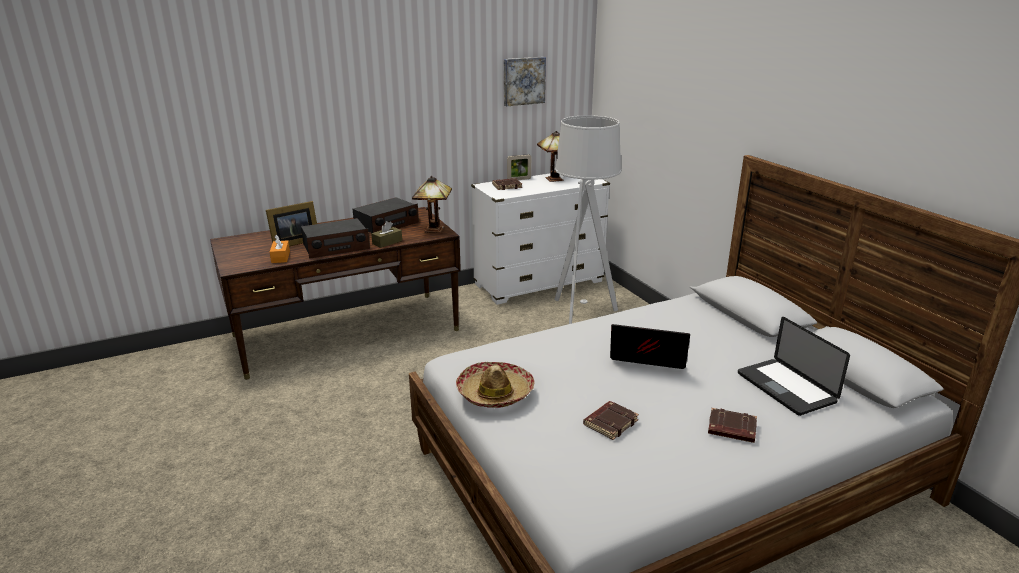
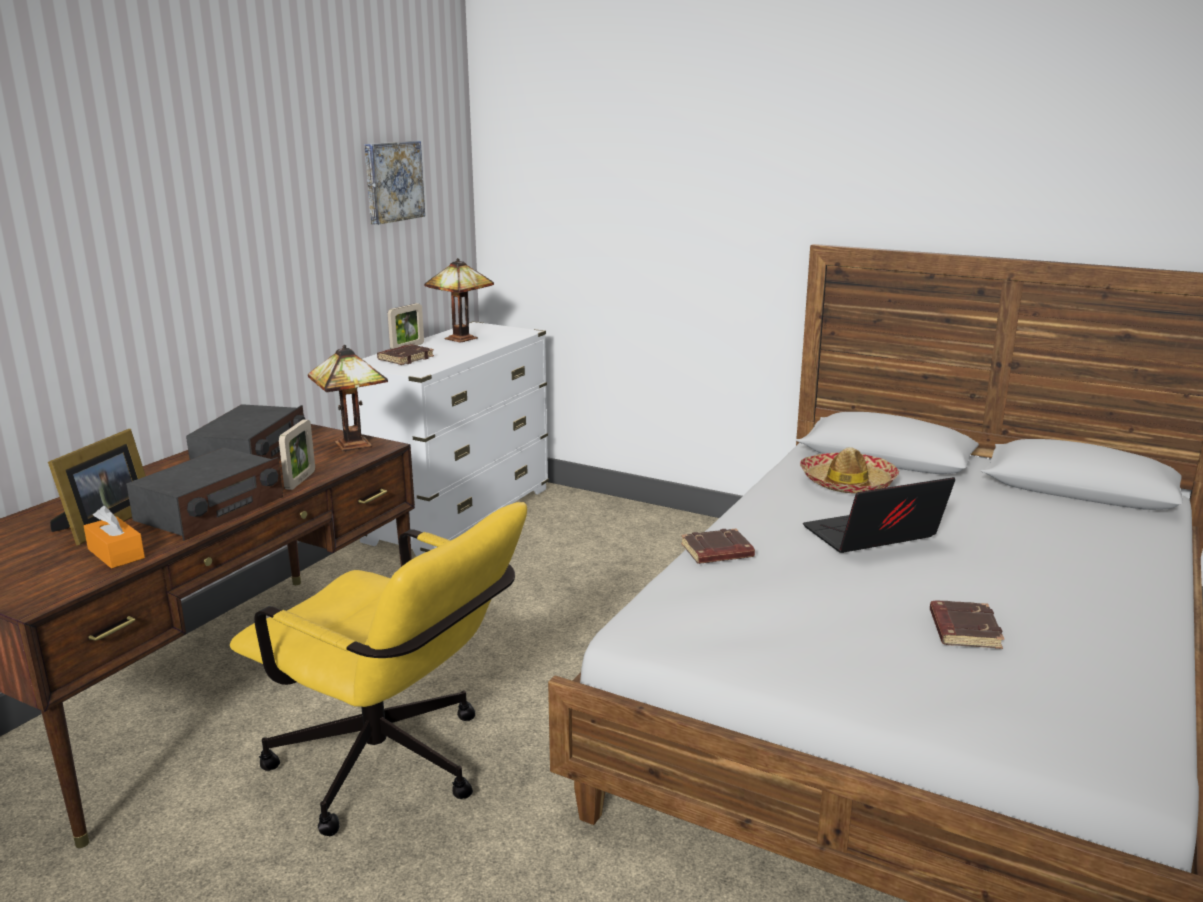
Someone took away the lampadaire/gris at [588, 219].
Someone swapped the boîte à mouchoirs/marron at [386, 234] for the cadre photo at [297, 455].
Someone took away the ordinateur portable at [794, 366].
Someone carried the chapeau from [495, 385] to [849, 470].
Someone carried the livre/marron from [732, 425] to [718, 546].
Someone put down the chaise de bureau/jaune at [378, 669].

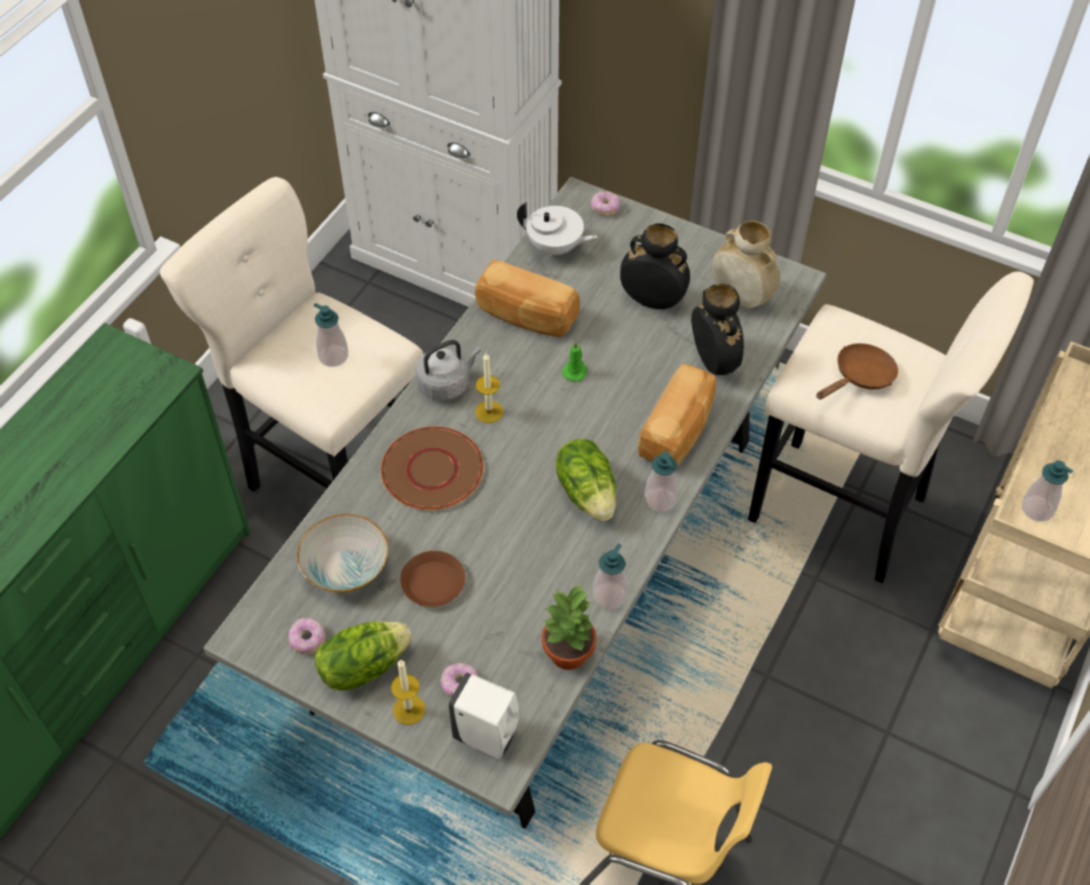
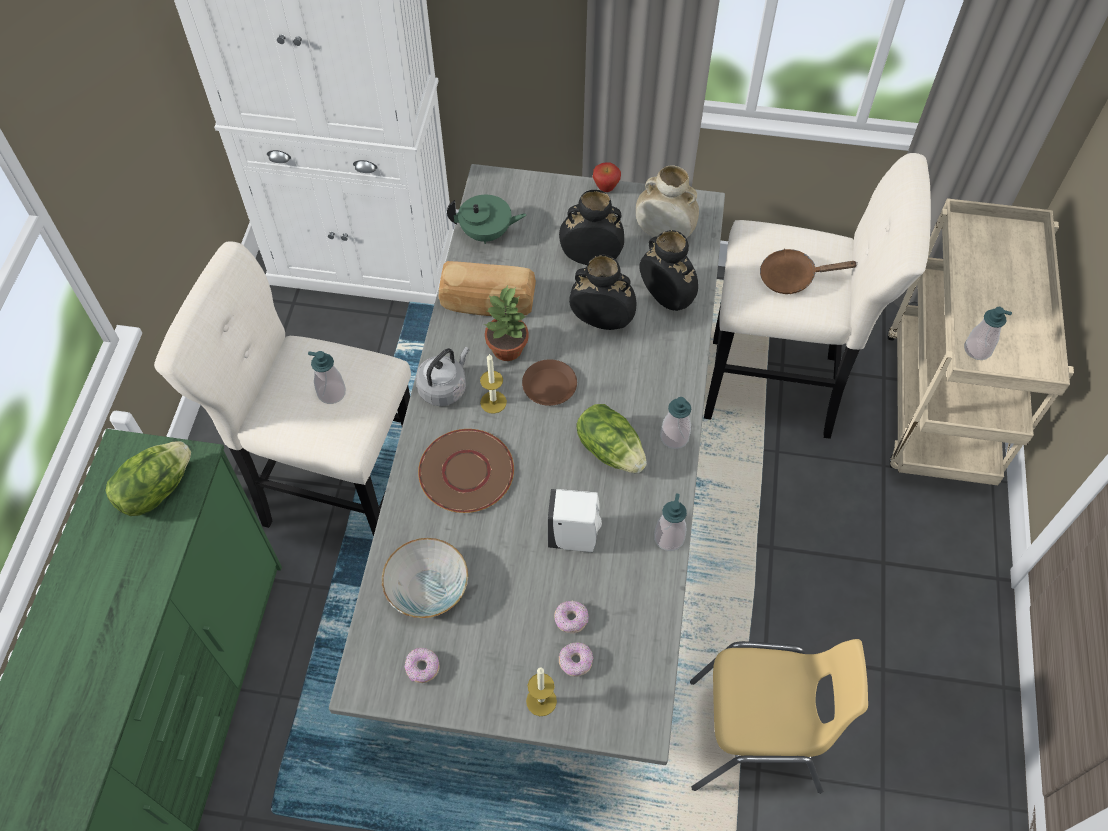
Someone carried the beignet from [605, 203] to [571, 617].
Someone repainted the théière/blanc at [557, 230], which became the théière/vert at [487, 219].
Someone took away the bougie/vert at [575, 361].
Someone rotated the poêle/marron at [857, 371] by 120 degrees counterclockwise.
Someone took away the pain at [677, 415].
Someone carried the assiette/marron from [432, 579] to [549, 382].
Someone carried the plante en pot from [569, 626] to [506, 323].
Someone carried the laitue from [363, 656] to [148, 478].
Someone carried the distributeur de savon/blanc from [484, 716] to [575, 520].
Someone put down the pomme at [607, 177].
Someone put down the vase/noir at [602, 292].

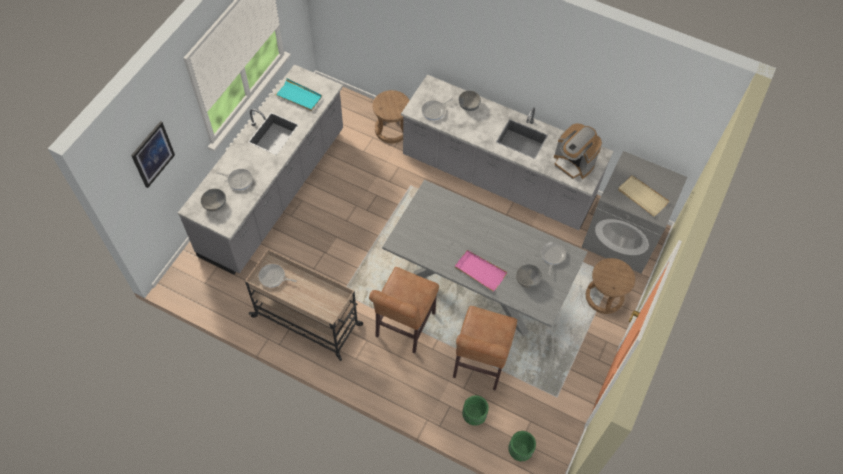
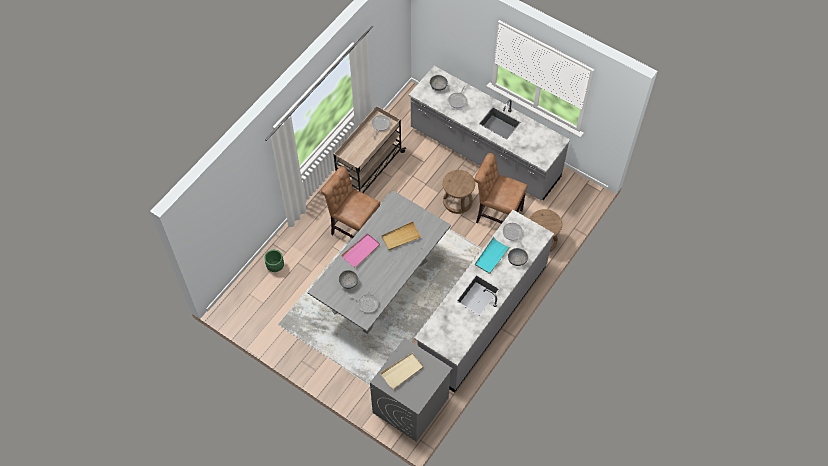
Someone carried the plateau/turquoise from [298, 94] to [493, 255].
Someone took away the tableau at [153, 154].
Someone took away the machine à café at [578, 151].
Someone carried the tabouret/marron from [610, 286] to [459, 192].
Someone carried the chaise/marron from [485, 348] to [501, 188].
Someone took away the cache-pot/vert at [522, 446].
Someone put down the plateau/beige at [401, 236].

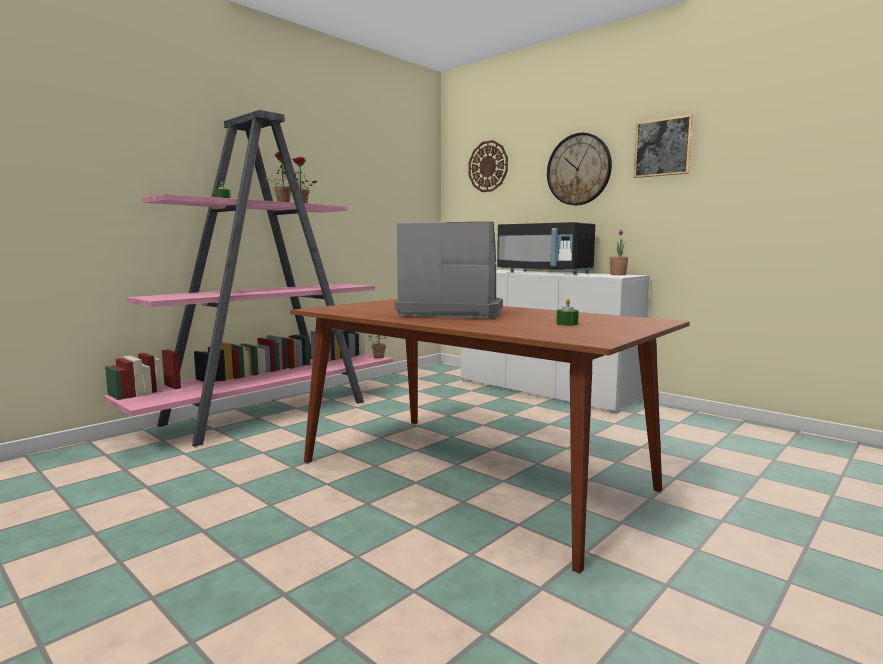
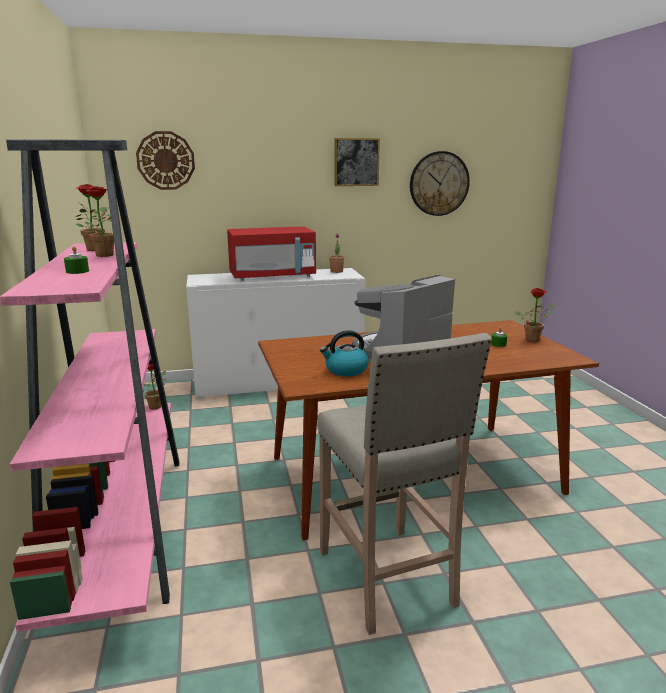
Someone carried the horloge murale from [579, 169] to [440, 183].
Someone repainted the micro-ondes/noir at [546, 248], which became the micro-ondes/rouge at [271, 254].
Someone put down the plante en pot at [535, 315].
Someone put down the bouilloire at [344, 353].
Someone put down the tabouret/beige at [405, 484].

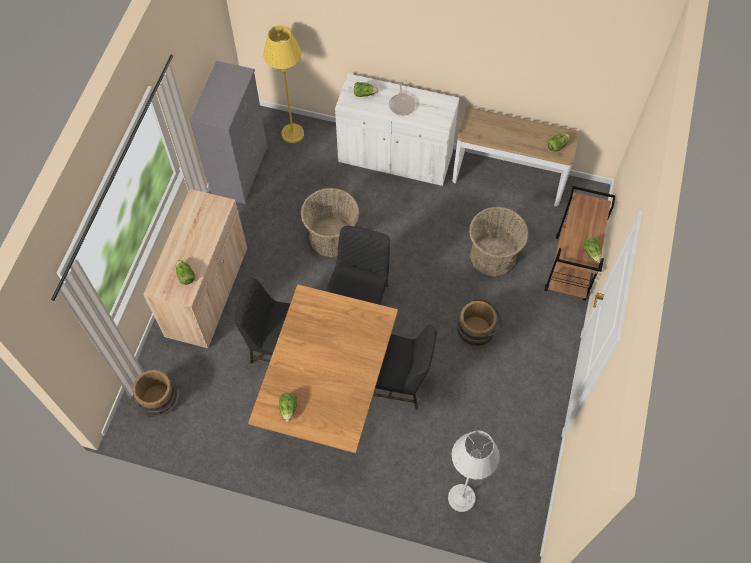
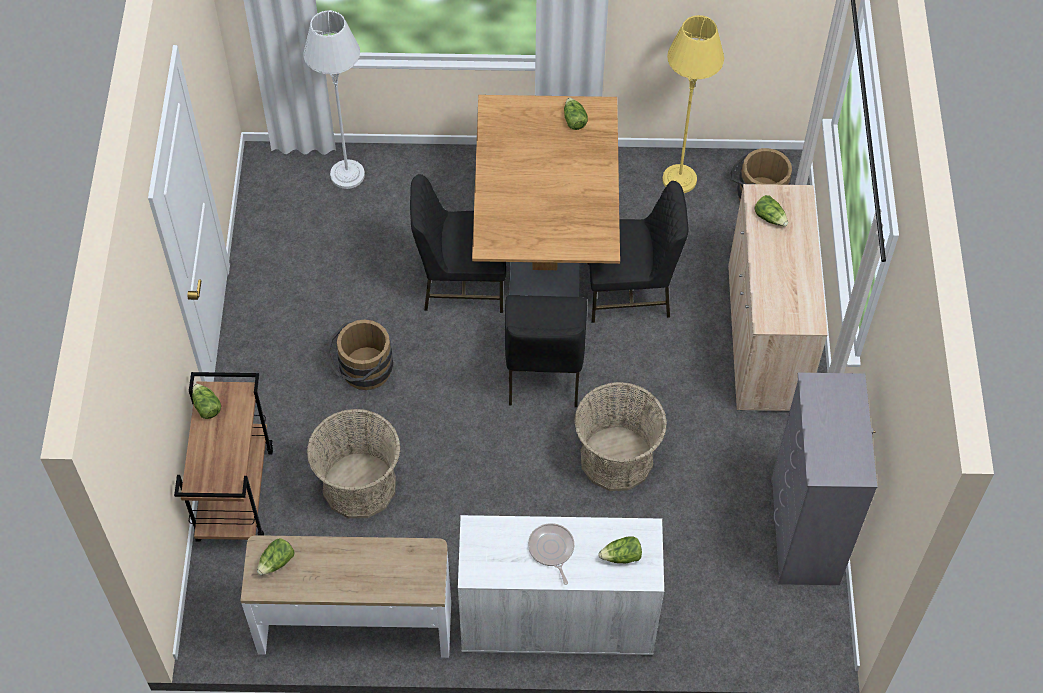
Someone carried the lampadaire/jaune from [283, 84] to [693, 104].

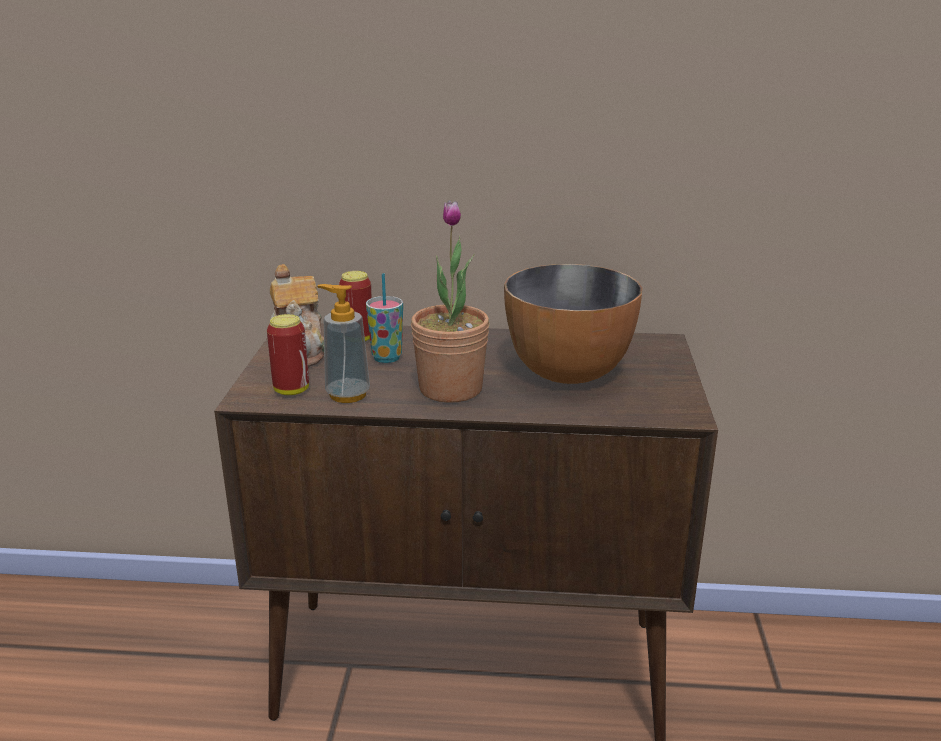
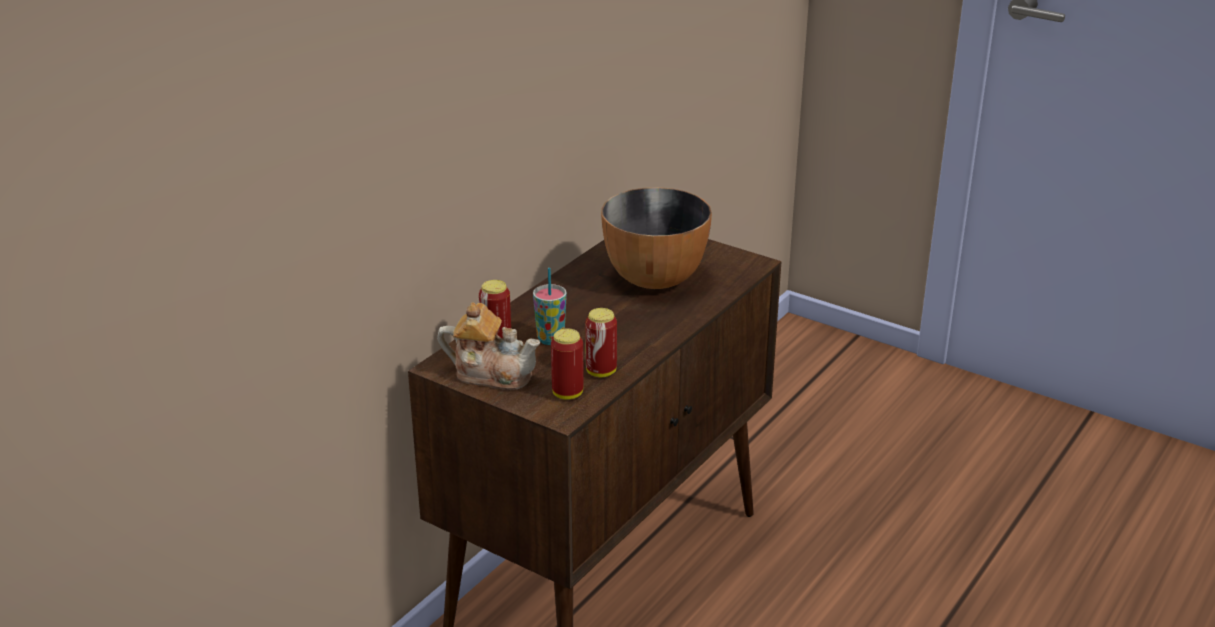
Someone took away the plante en pot at [450, 301].
Someone swapped the distributeur de savon at [343, 343] for the boîte métallique at [601, 342].

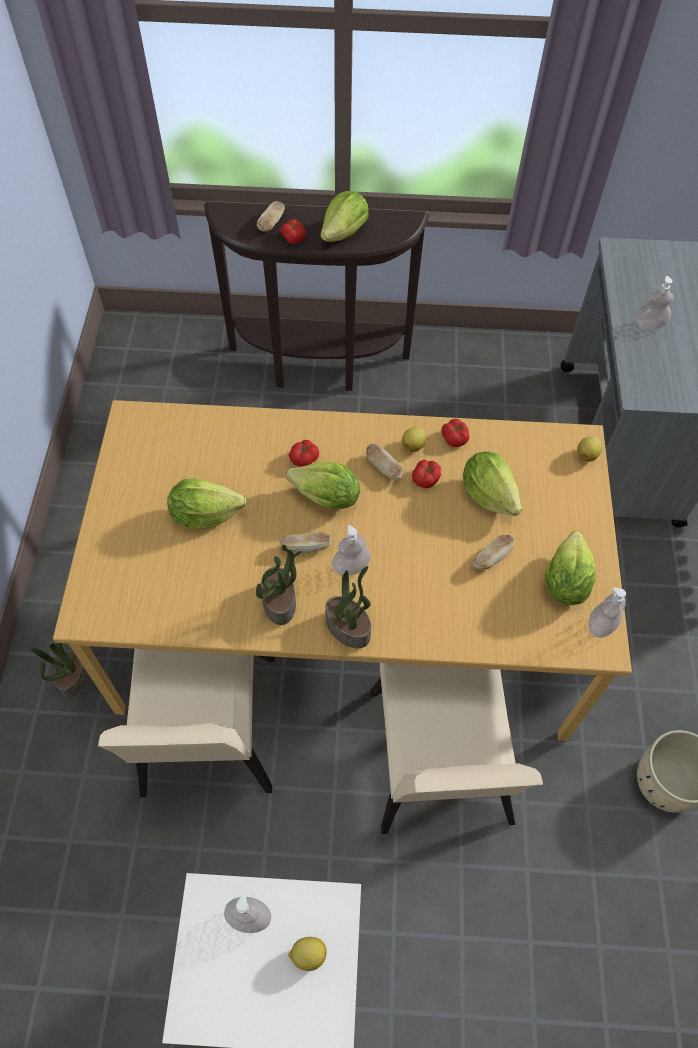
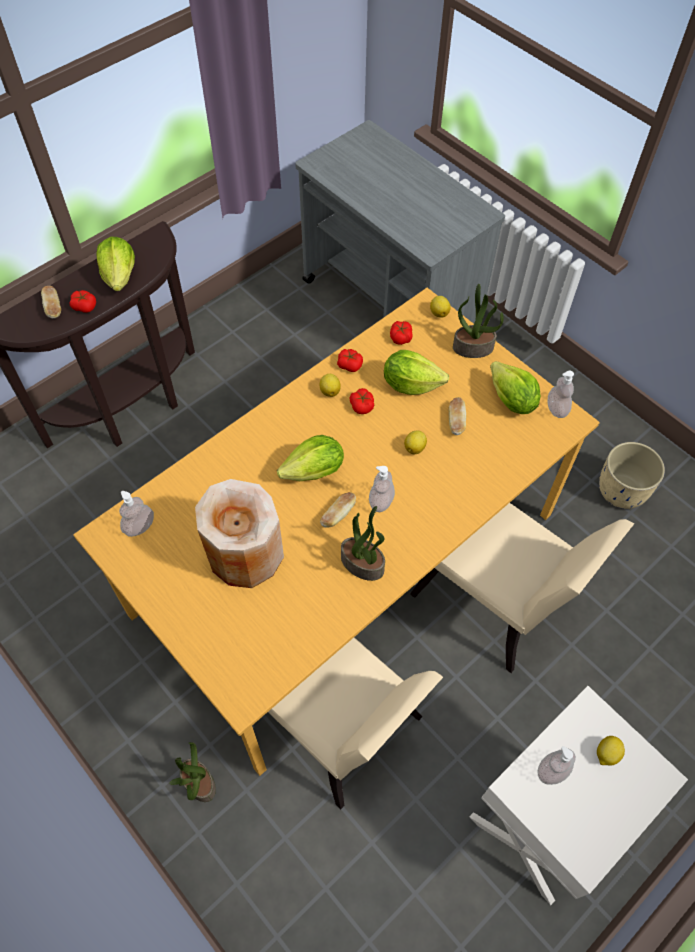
Someone carried the distributeur de savon from [655, 303] to [136, 514].
Someone carried the tomate from [304, 453] to [401, 333].
Someone took away the pain at [385, 462].
Someone swapped the laitue at [206, 504] for the vase/beige at [239, 533].
Someone carried the plante en pot from [348, 607] to [478, 321].
Someone put down the citron at [415, 443].

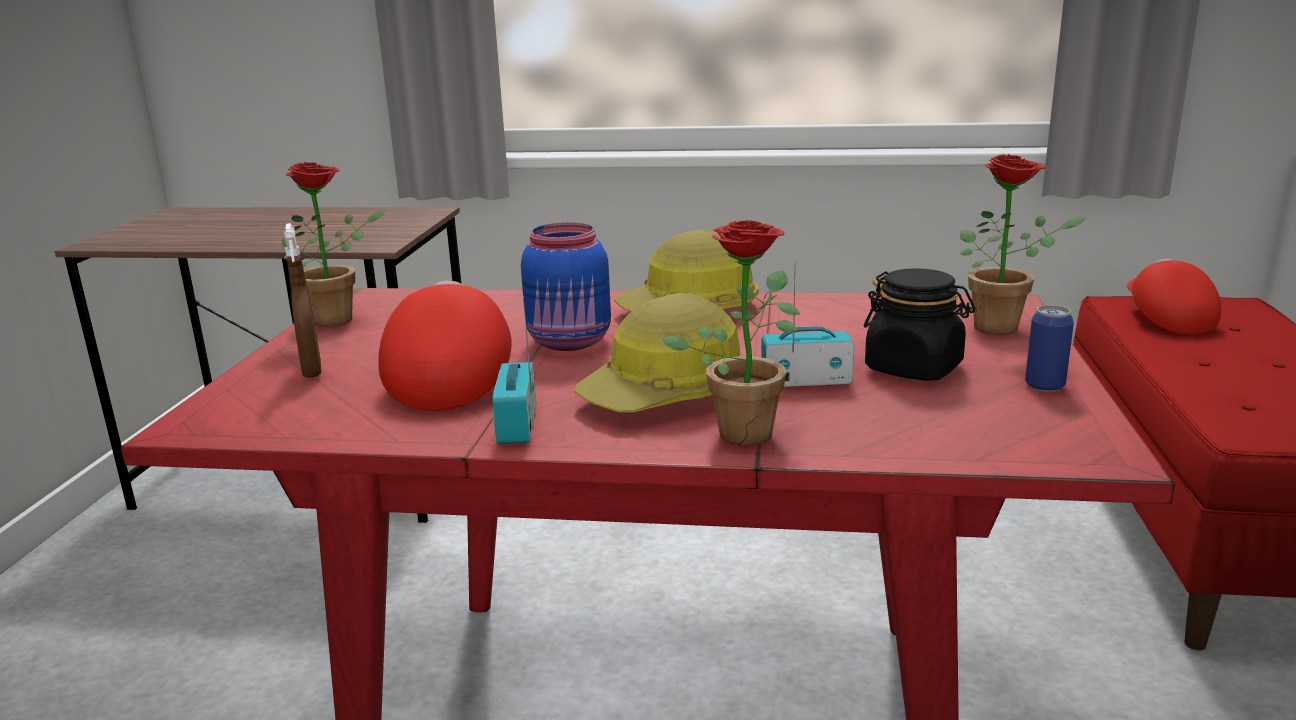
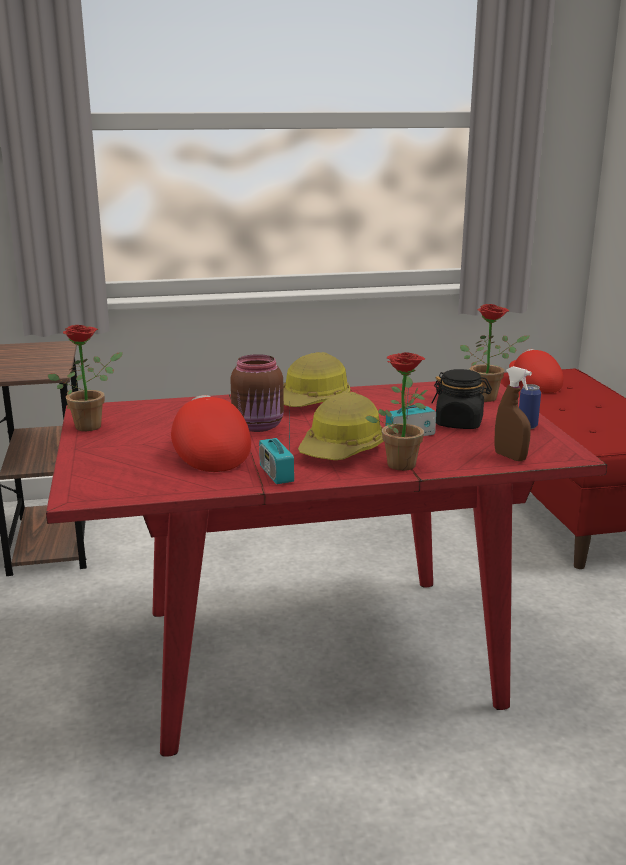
Someone carried the vaporisateur/marron from [302, 300] to [513, 413].
Someone repainted the bocal/bleu at [566, 287], which became the bocal/marron at [257, 393].

